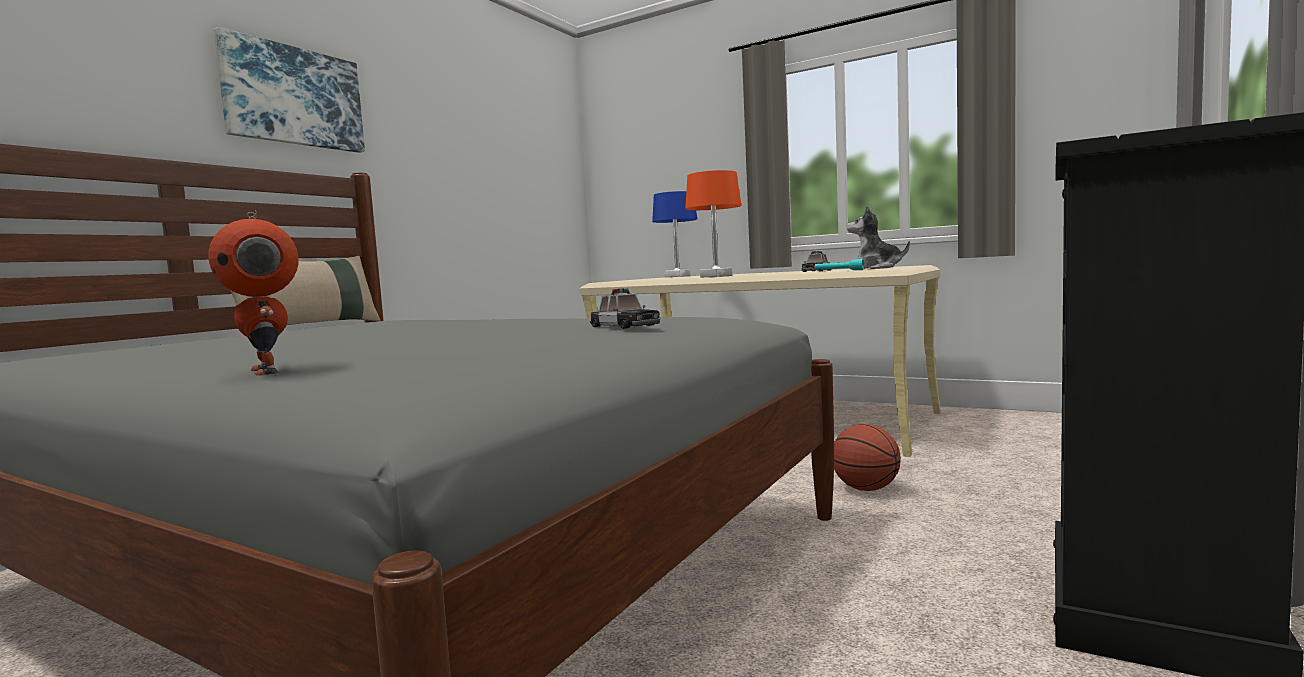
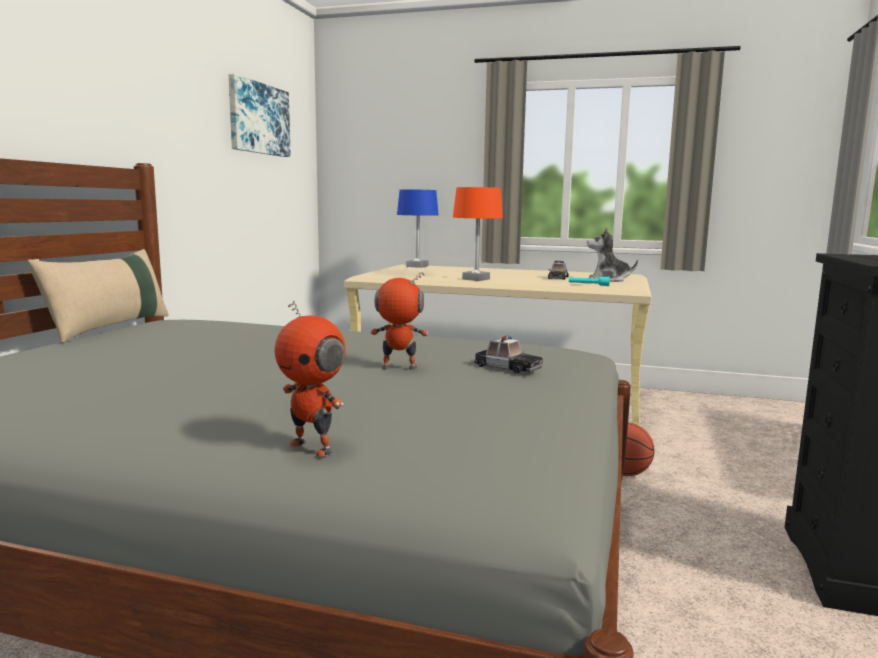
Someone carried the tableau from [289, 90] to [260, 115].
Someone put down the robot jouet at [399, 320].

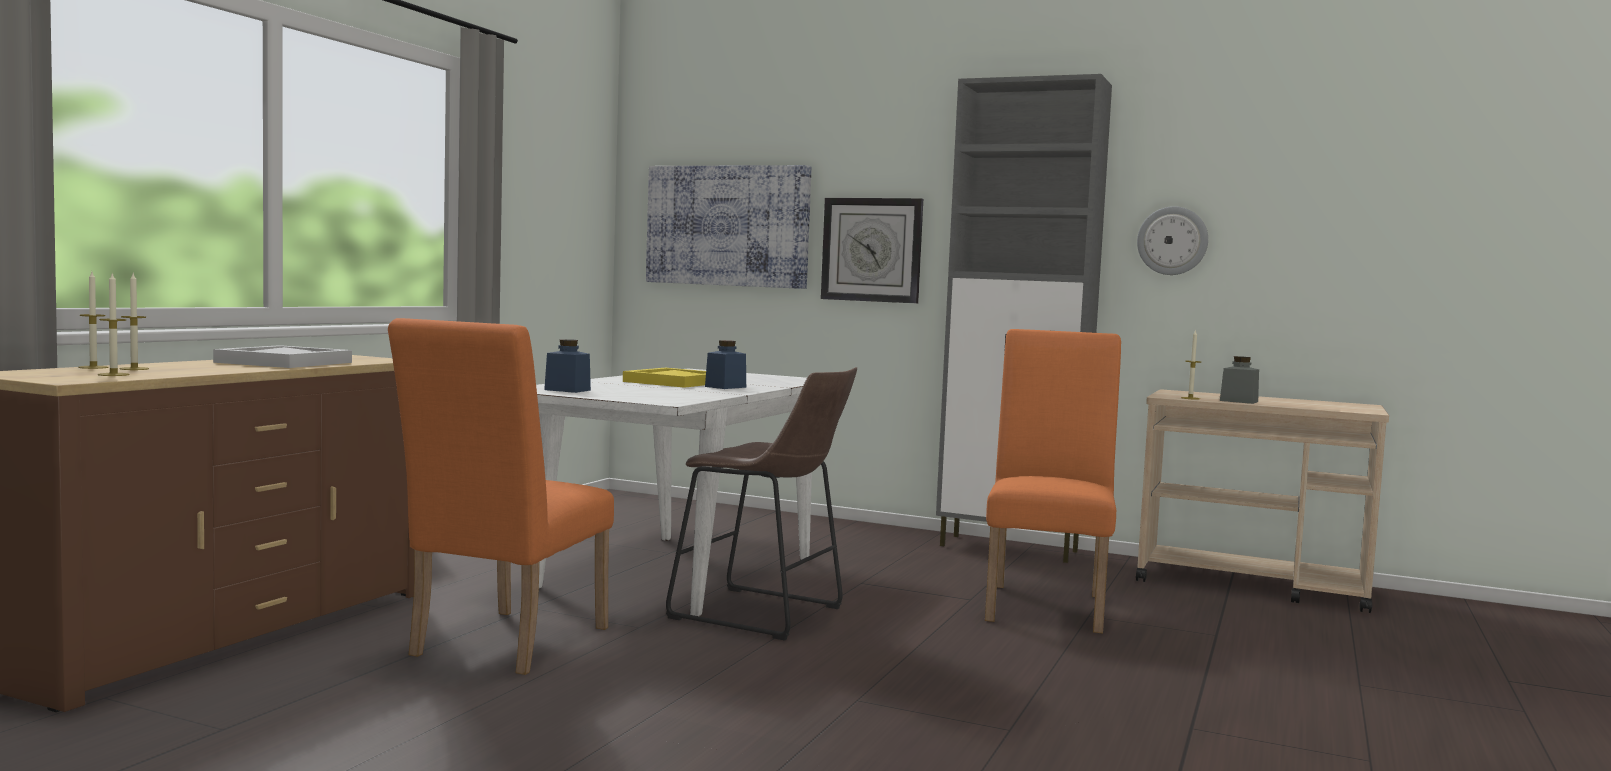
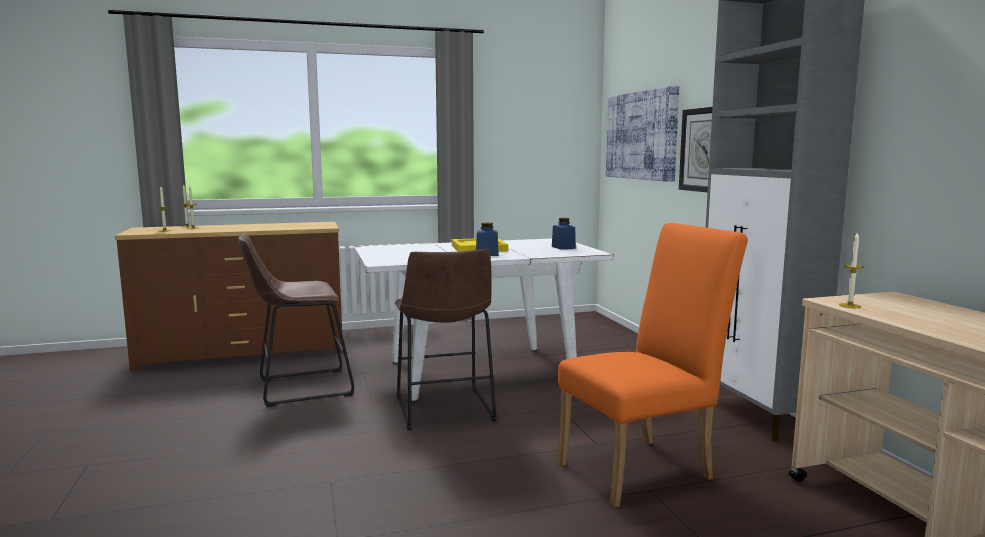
Someone took away the horloge murale at [1172, 240].
Someone swapped the chaise/orange at [501, 496] for the tabouret/marron at [296, 320].
Someone carried the bocal/bleu from [567, 366] to [564, 234].
Someone took away the plateau/blanc at [282, 356].
Someone took away the bocal/gris at [1239, 380].

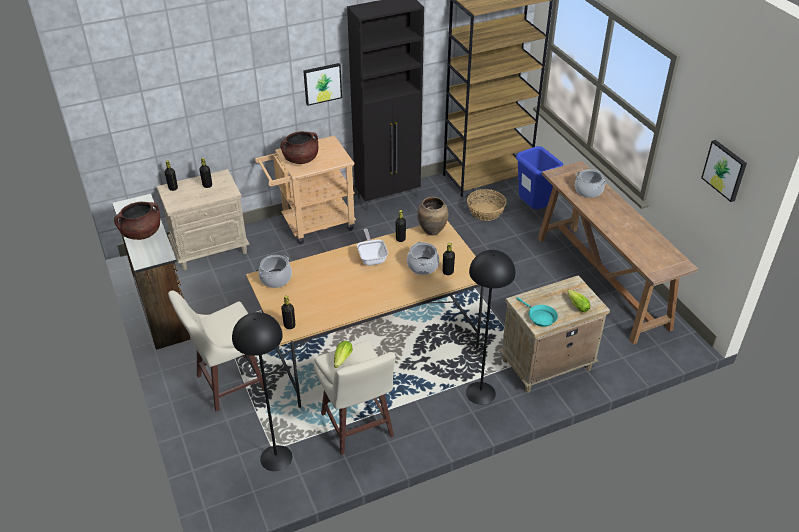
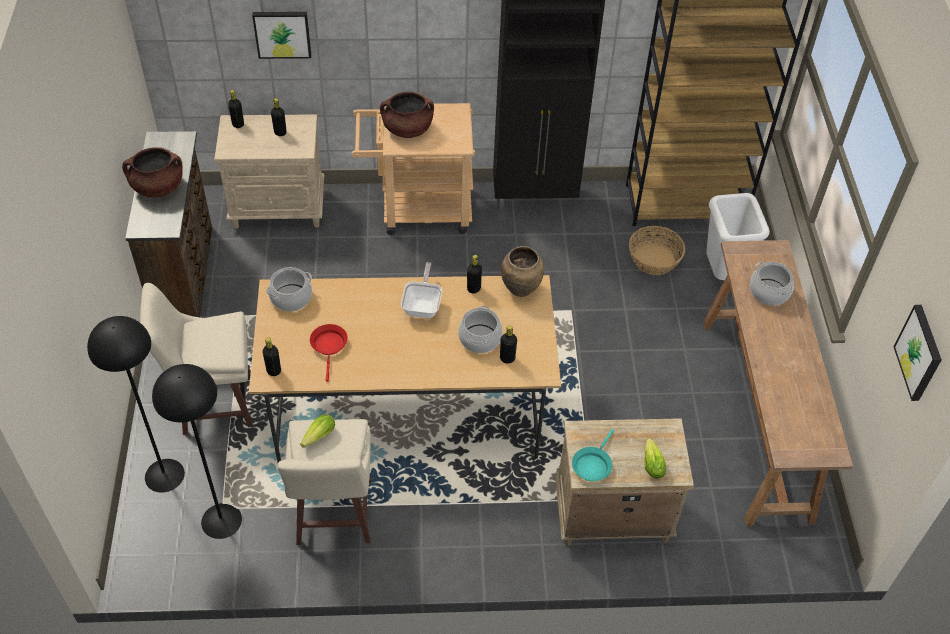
Someone carried the tableau from [322, 84] to [281, 35].
Someone repainted the poubelle/bleu at [539, 177], which became the poubelle/blanc at [738, 236].
Someone carried the lampadaire/noir from [490, 327] to [136, 404].
Someone rotated the poêle/turquoise at [537, 312] by 45 degrees clockwise.
Someone put down the poêle/rouge at [329, 353].

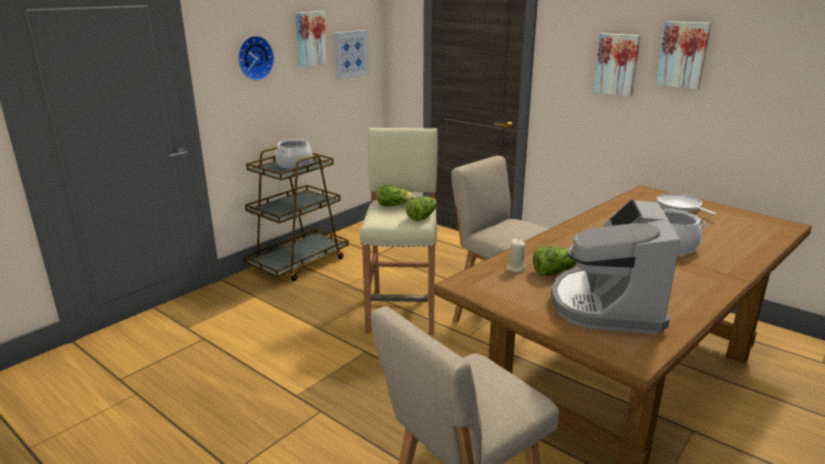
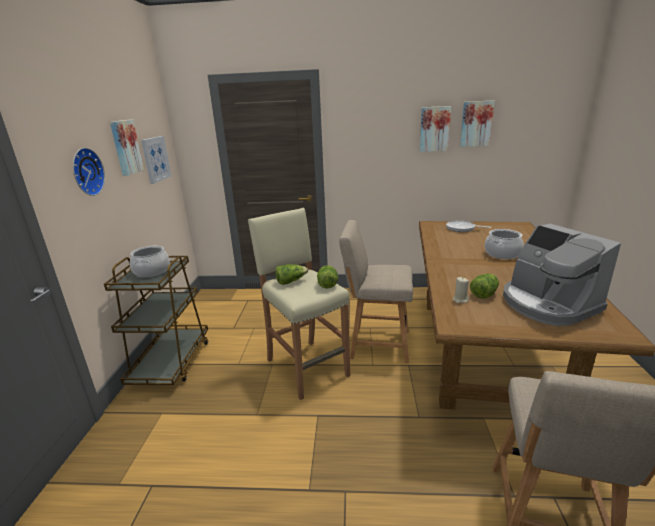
Someone carried the tableau from [617, 65] to [477, 124].

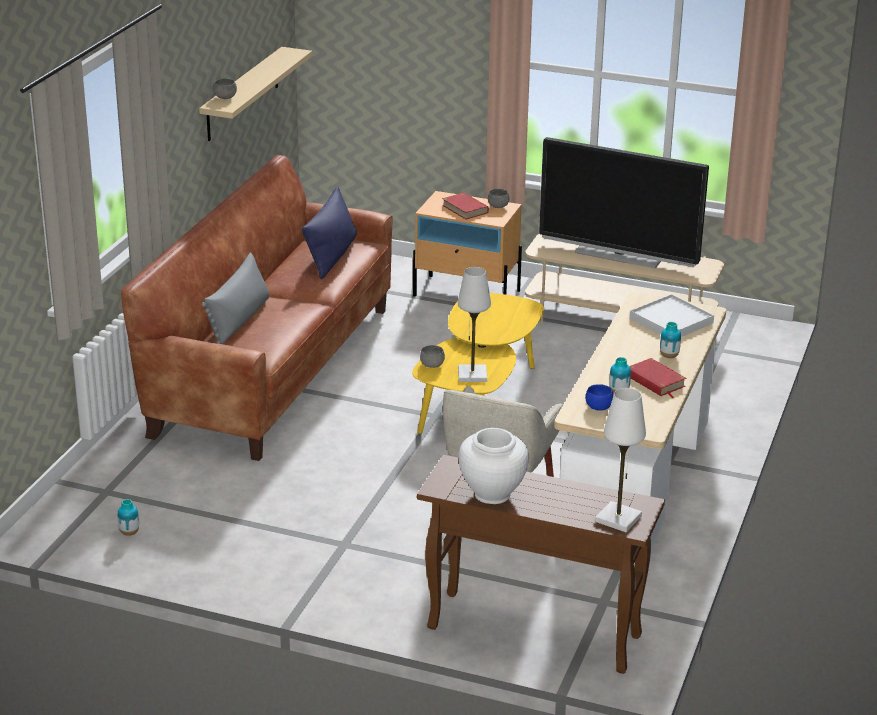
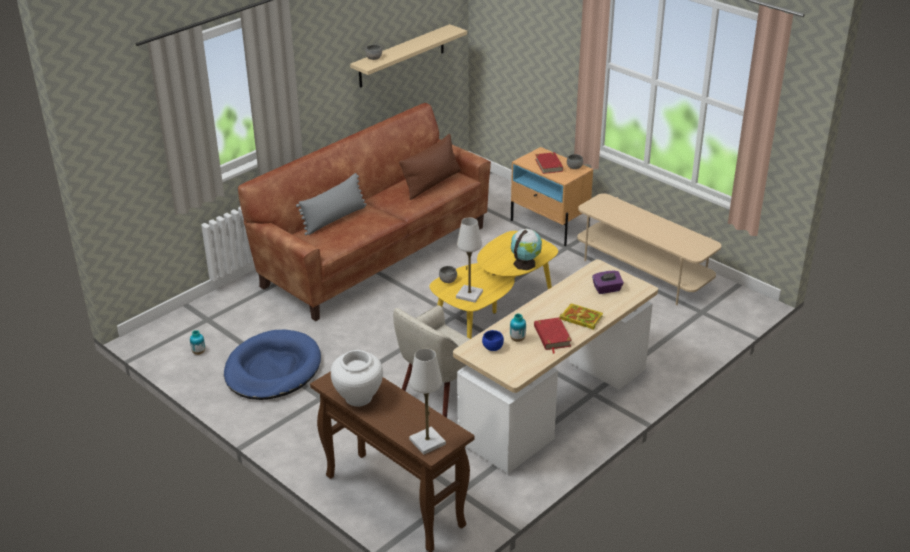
Someone took away the téléviseur at [624, 203].
Someone repainted the coussin/bleu at [329, 232], which became the coussin/marron at [430, 167].
Someone swapped the plateau/blanc at [672, 315] for the boîte à mouchoirs/violet at [608, 282].
Someone swapped the vase at [670, 340] for the livre at [581, 316].
Someone put down the globe at [526, 249].
Someone put down the panier pour chien/bleu at [272, 365].

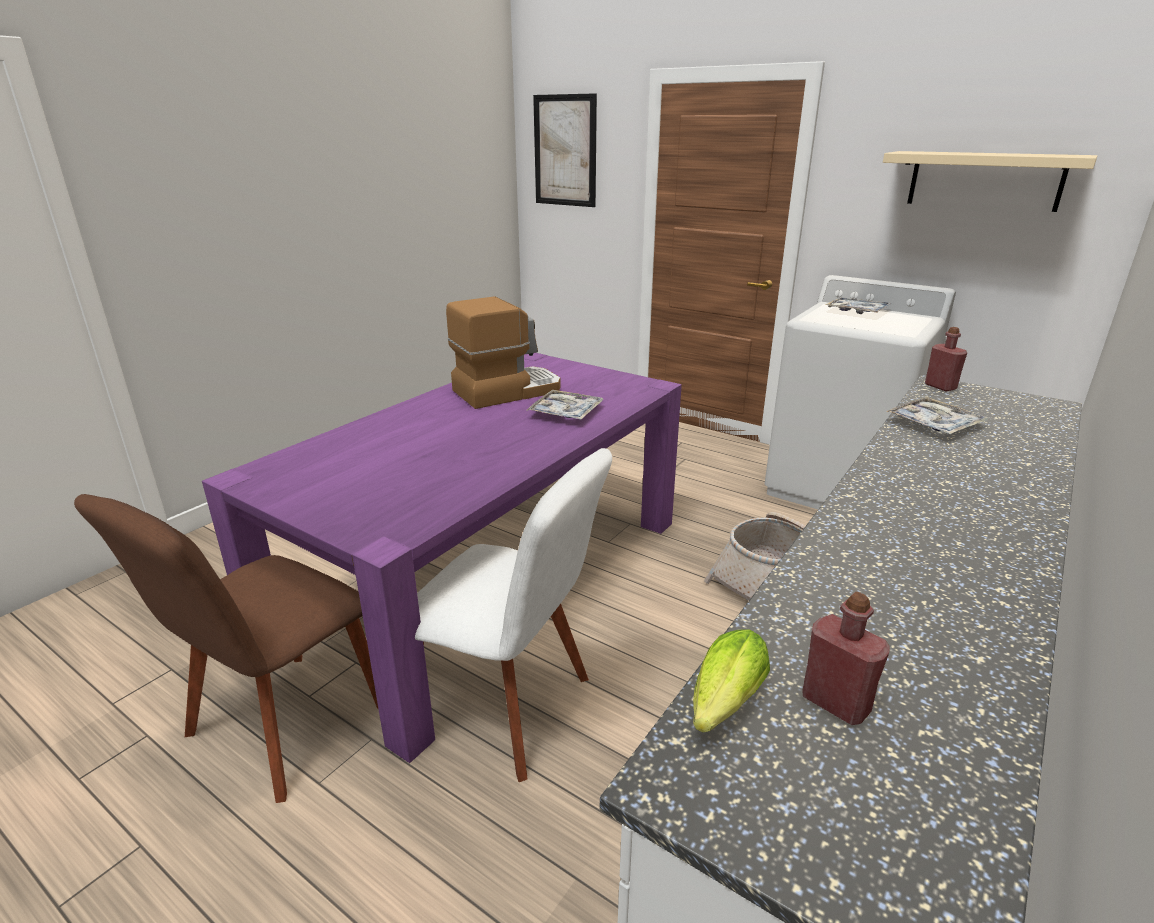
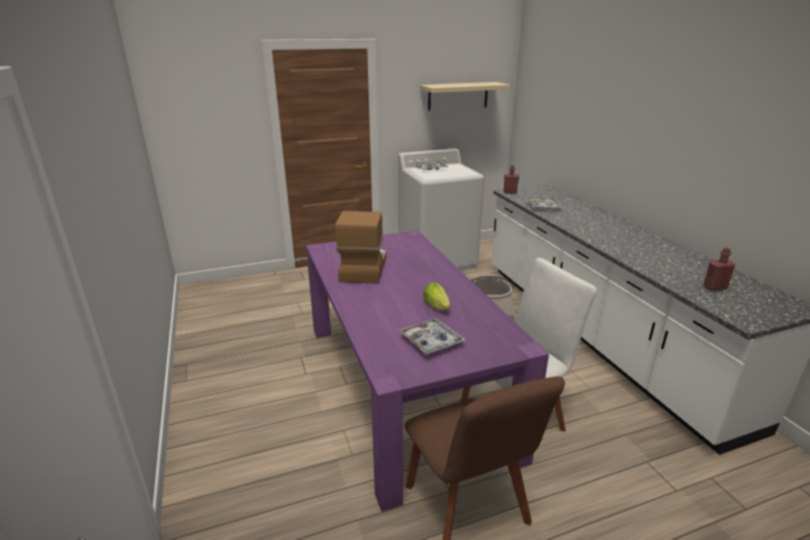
Someone took away the tableau at [565, 150].
Someone carried the plateau from [565, 405] to [432, 336].
Someone carried the laitue from [731, 681] to [436, 296].

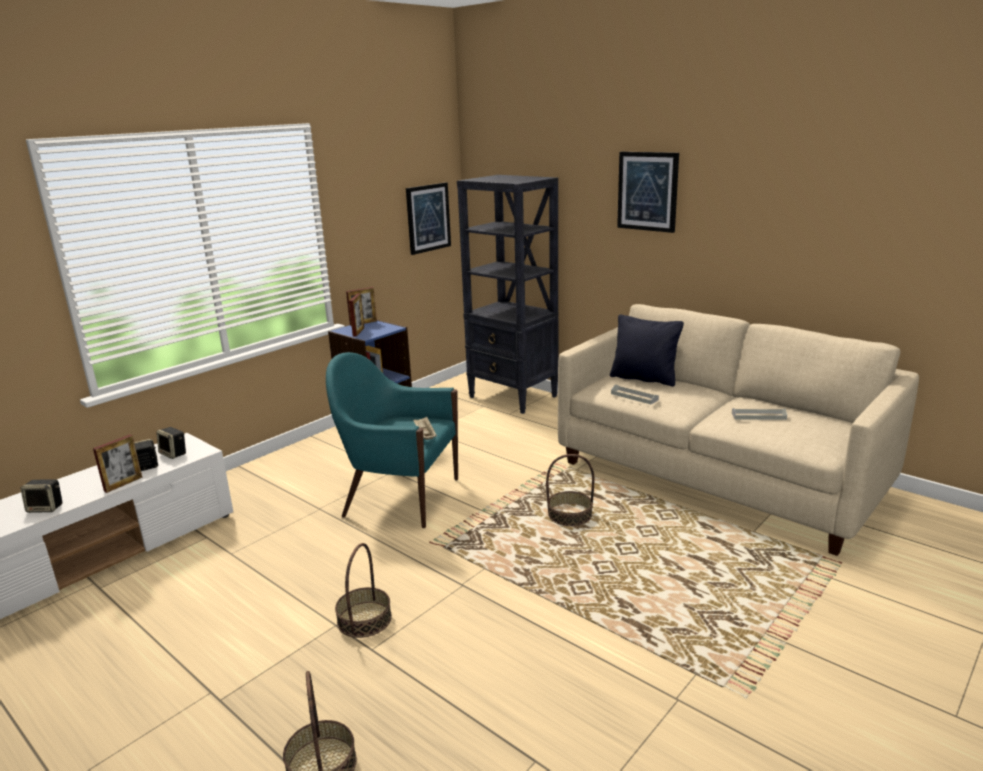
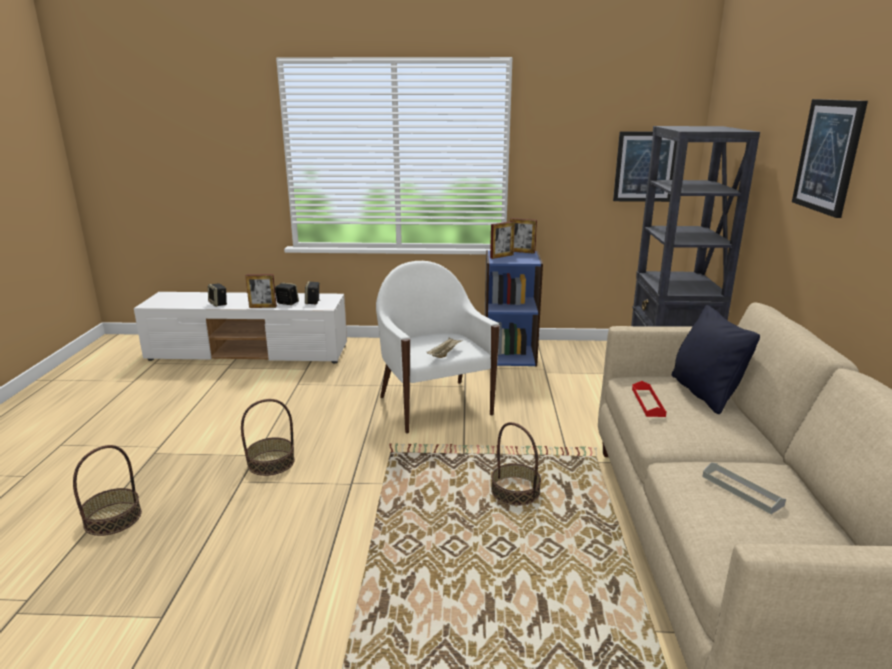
Someone repainted the fauteuil/turquoise at [392, 440], which became the fauteuil/blanc at [438, 347].
Someone repainted the plateau/gris at [635, 395], which became the plateau/rouge at [649, 399].

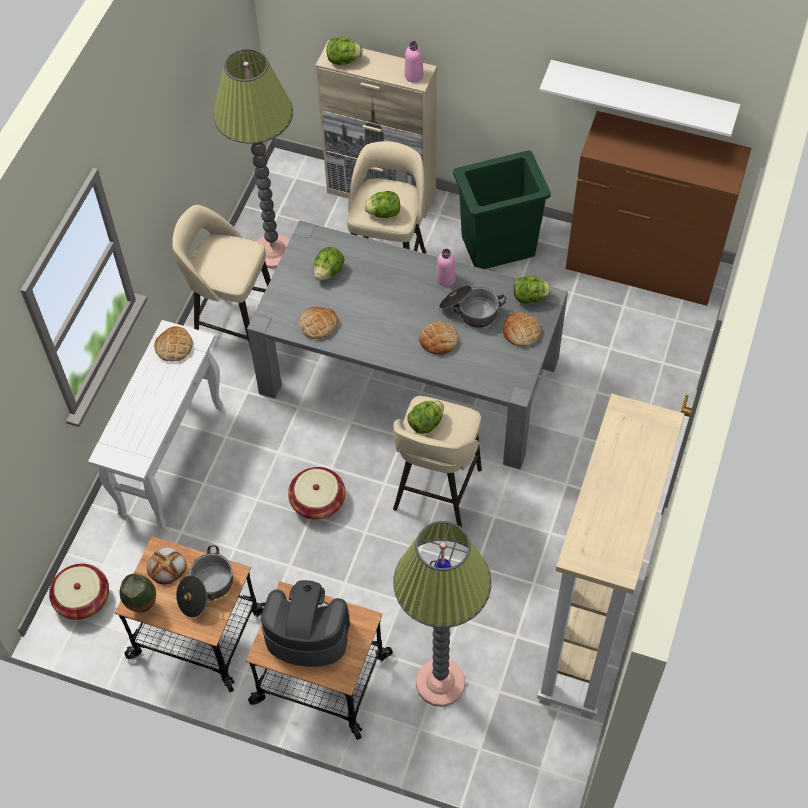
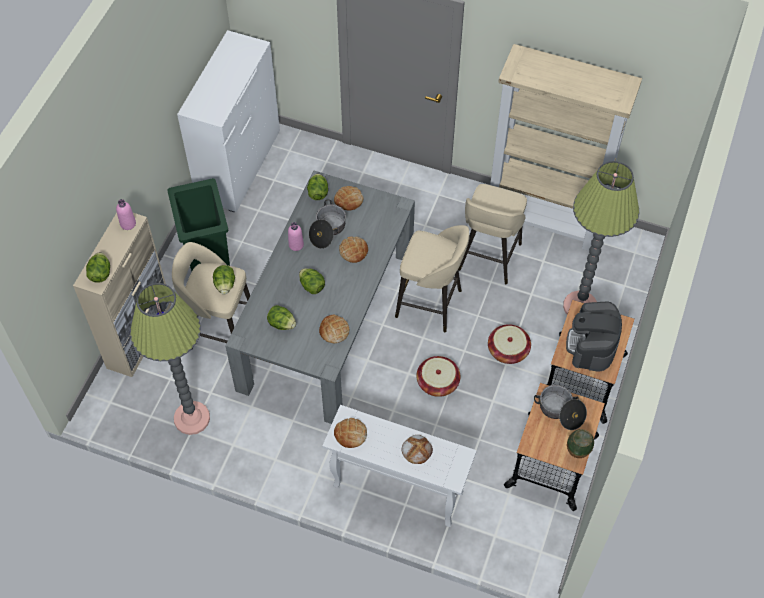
Someone took away the étagère/blanc at [639, 98].
Someone repainted the commode/marron at [659, 208], which became the commode/blanc at [228, 121].
Someone carried the tabouret/beige from [221, 279] to [492, 234].
Someone carried the laitue from [425, 417] to [312, 281].
Someone carried the pain from [166, 565] to [417, 449].
Someone carried the panier from [79, 592] to [509, 344].

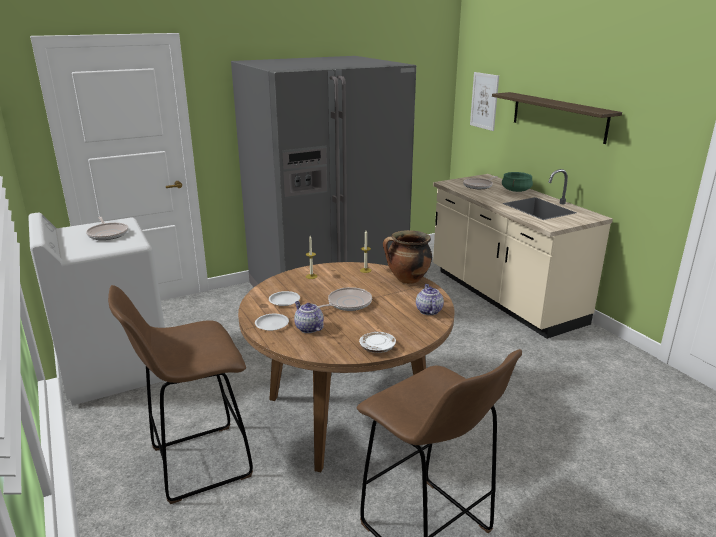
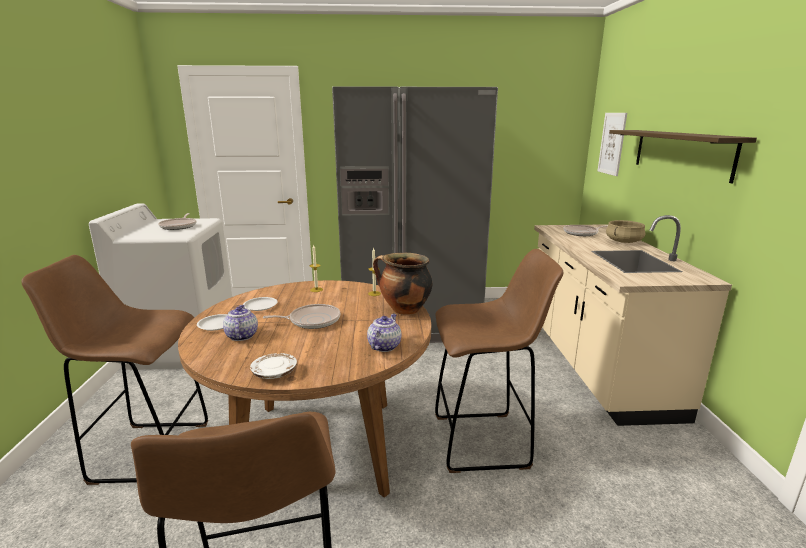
Someone repainted the marmite/vert at [517, 182], which became the marmite/beige at [625, 231].
Someone put down the tabouret/marron at [499, 361].

